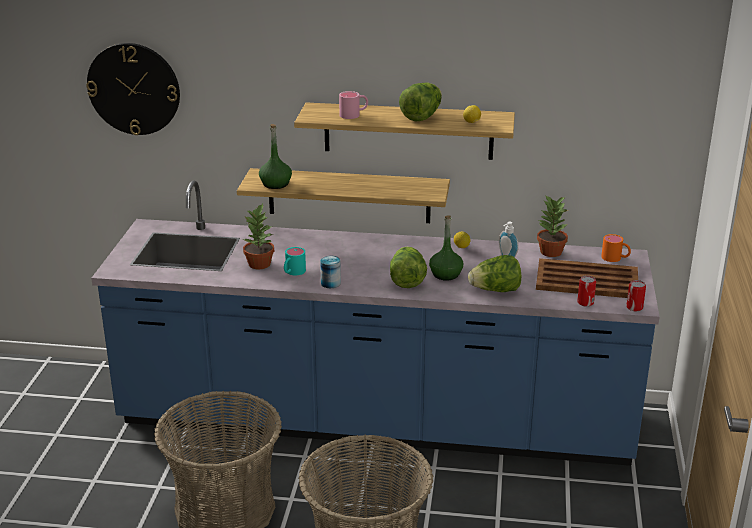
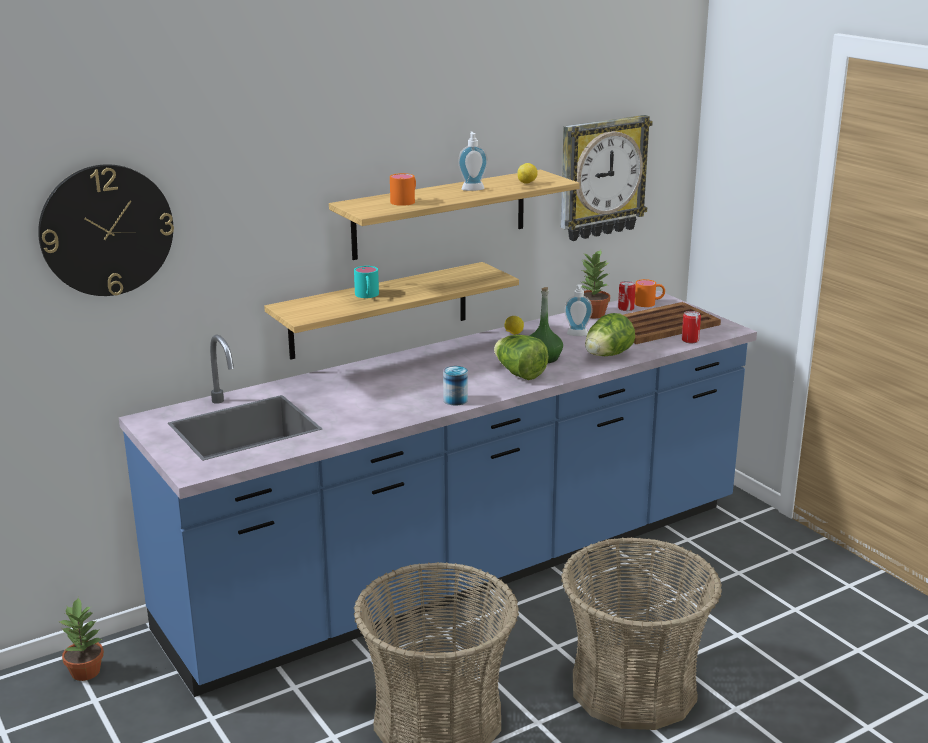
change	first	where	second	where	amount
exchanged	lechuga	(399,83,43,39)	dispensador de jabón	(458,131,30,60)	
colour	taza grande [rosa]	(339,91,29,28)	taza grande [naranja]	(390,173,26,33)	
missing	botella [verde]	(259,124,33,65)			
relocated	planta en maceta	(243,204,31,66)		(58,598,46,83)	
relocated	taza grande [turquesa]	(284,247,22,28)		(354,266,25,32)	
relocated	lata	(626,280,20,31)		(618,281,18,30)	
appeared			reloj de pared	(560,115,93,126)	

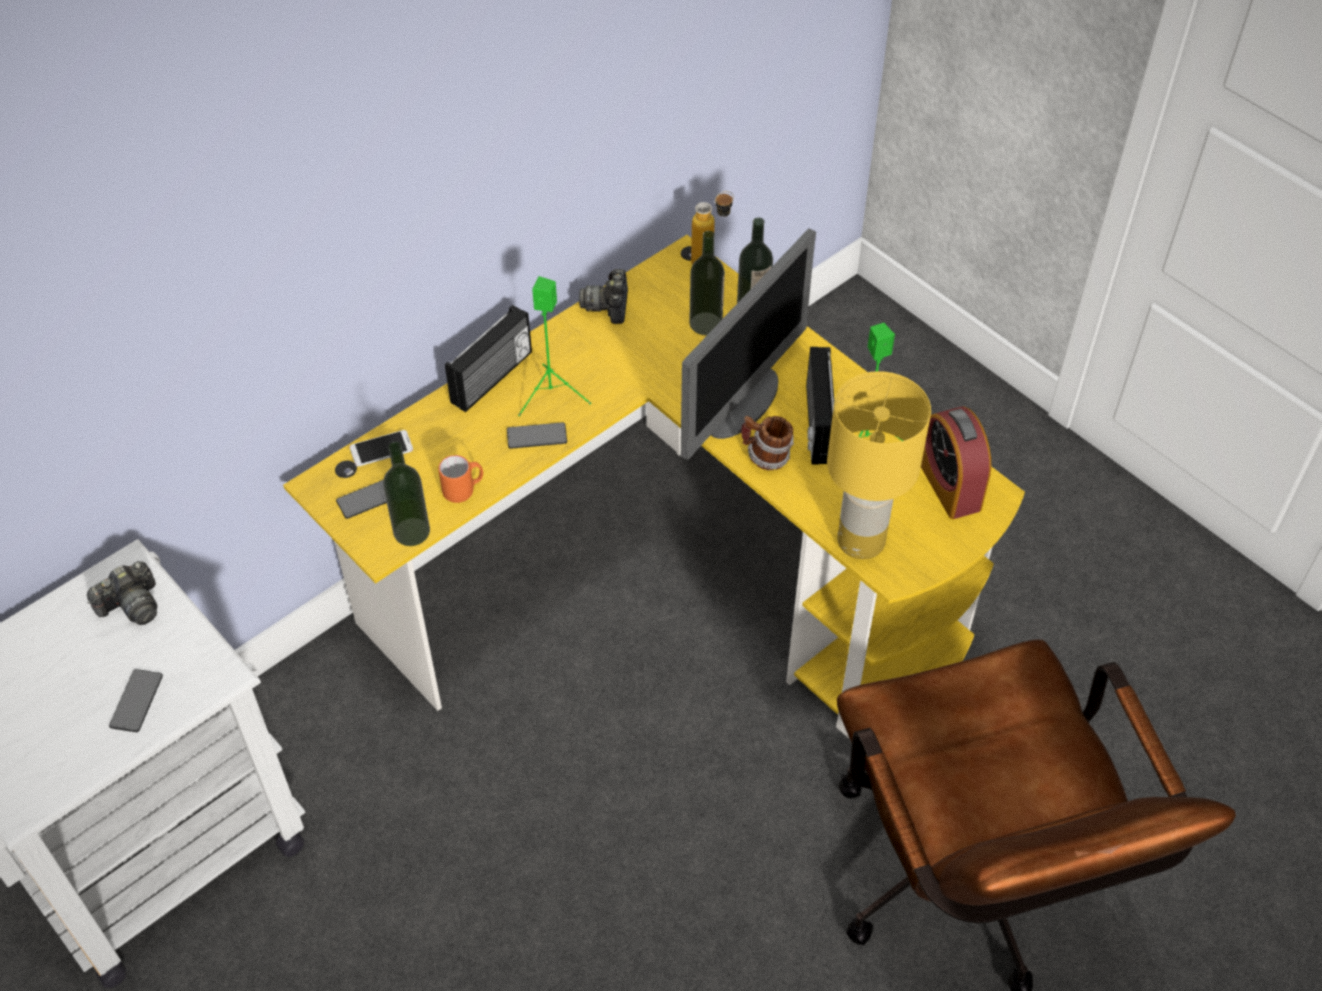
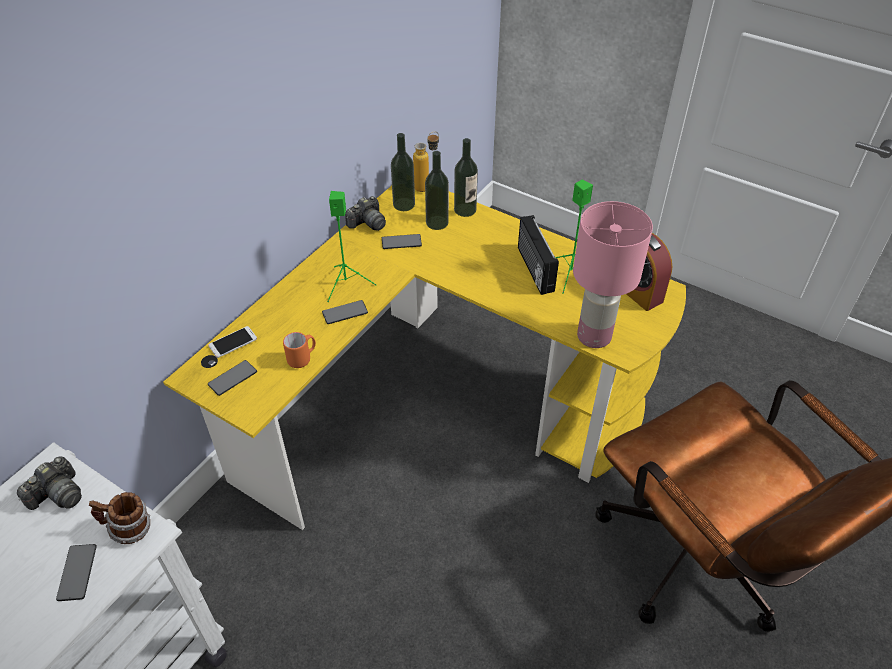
change	first	where	second	where	amount
missing	monitor	(681,228,135,232)			
spun	cámara	(579,269,49,55)		(345,196,41,35)	120 degrees counterclockwise
missing	radio	(445,305,87,107)			
colour	lámpara de mesa [amarillo]	(827,371,104,188)	lámpara de mesa [rosa]	(573,201,80,147)	
relocated	taza grande	(741,416,53,54)		(89,492,61,52)	
relocated	botella	(383,442,47,104)		(391,133,24,78)	
appeared			móvil	(382,234,40,15)	

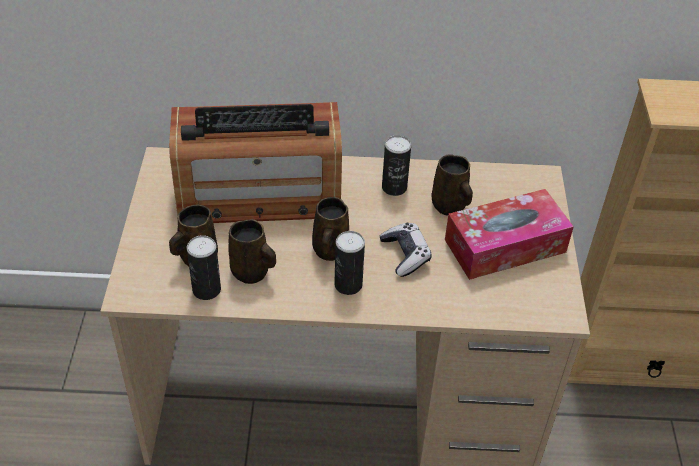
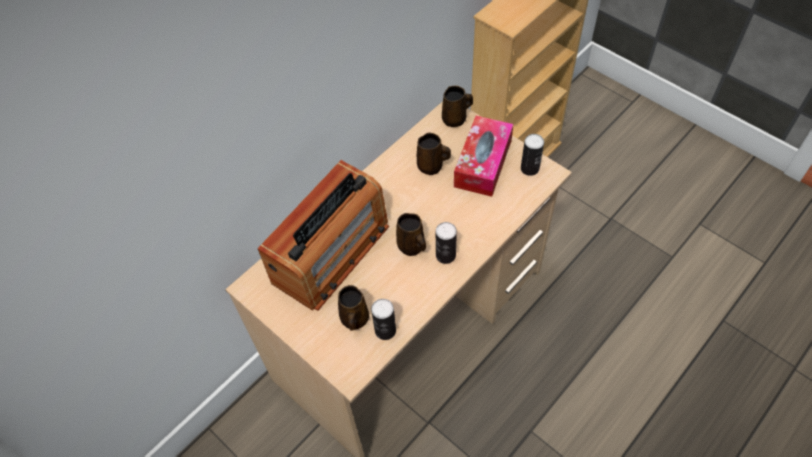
change	first	where	second	where	amount
relocated	lata	(382,135,29,61)		(521,134,23,42)	
relocated	taza grande [marrón]	(228,219,48,65)		(442,86,31,41)	
missing	mando de consola	(380,223,52,54)			

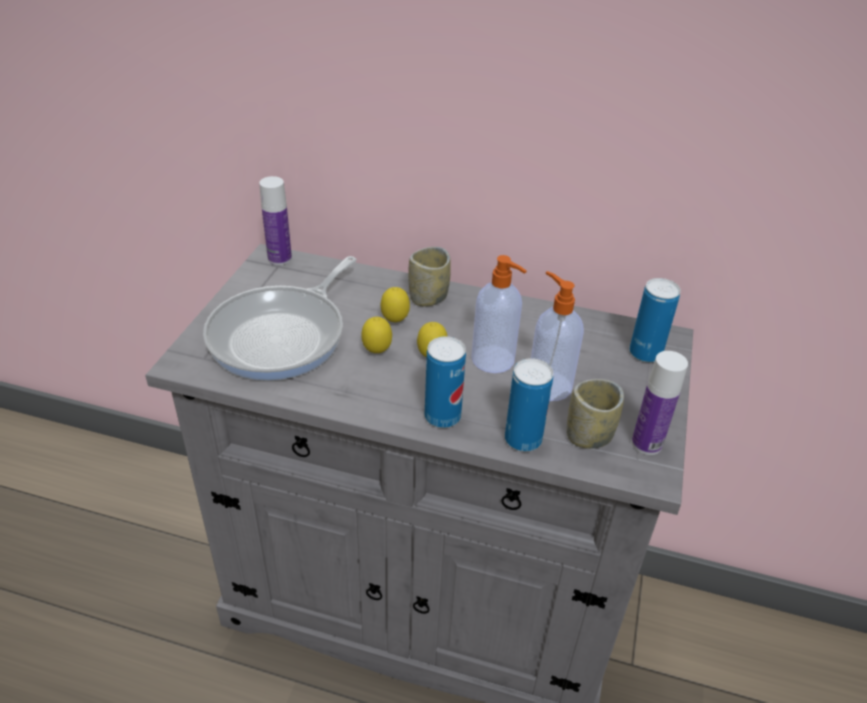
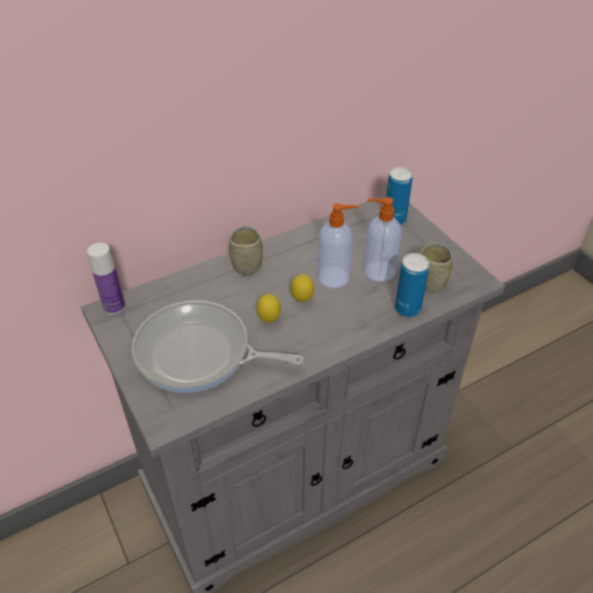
change	first	where	second	where	amount
spun	sartén	(203,256,153,125)		(132,300,172,93)	120 degrees clockwise
missing	limón	(381,287,29,35)			
missing	lata	(425,336,41,92)			
missing	botella	(632,351,56,104)			

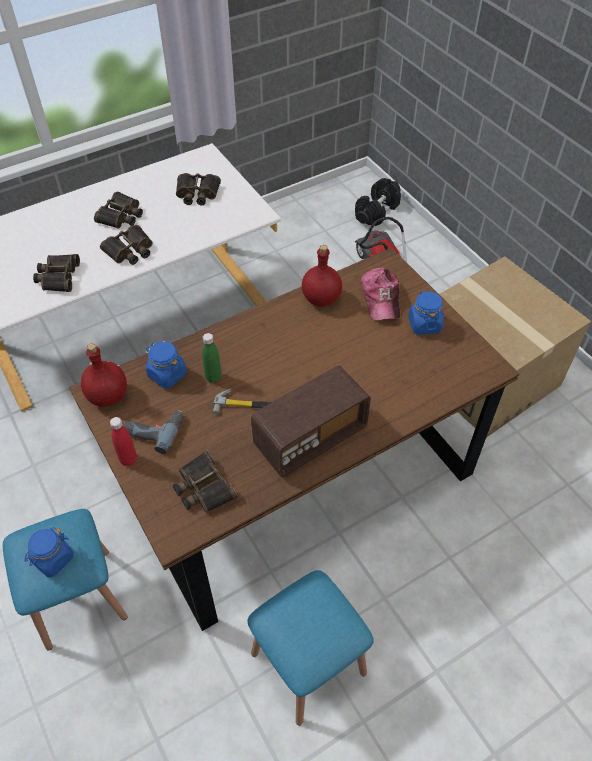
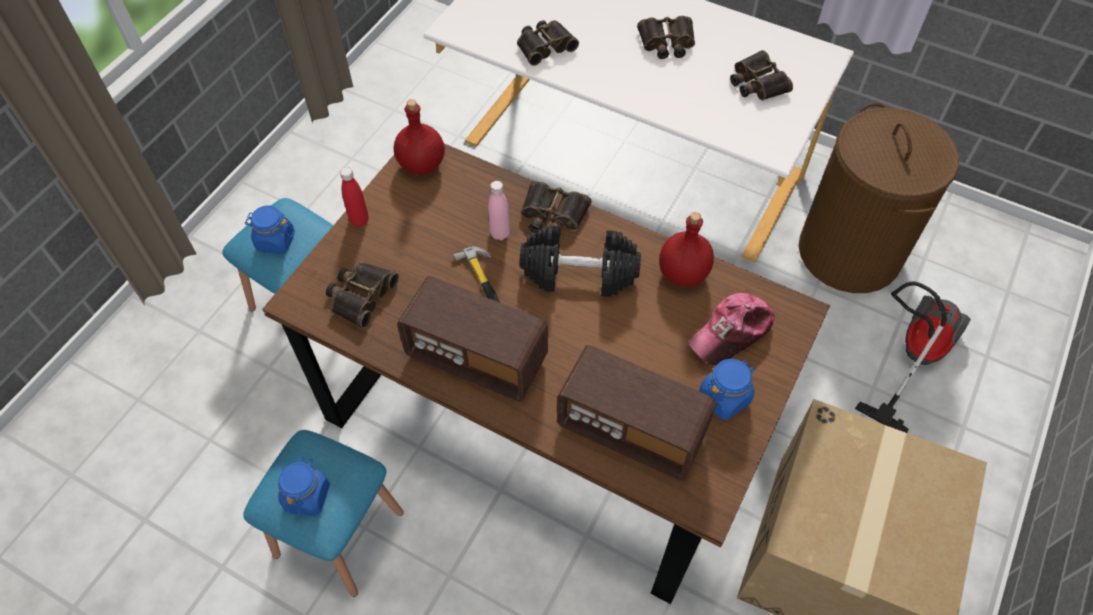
change	first	where	second	where	amount
relocated	mancuerna [negro]	(355,178,46,48)		(520,226,121,71)	
relocated	prismáticos	(100,225,53,40)		(521,181,71,56)	
colour	botella [verde]	(202,333,20,50)	botella [rosa]	(488,181,22,59)	
relocated	tarro [azul]	(146,341,41,48)		(278,457,52,59)	
missing	taladro	(123,410,61,44)			
appeared			cesto de la ropa [marrón]	(799,102,160,191)	
appeared			radio	(557,345,160,135)	

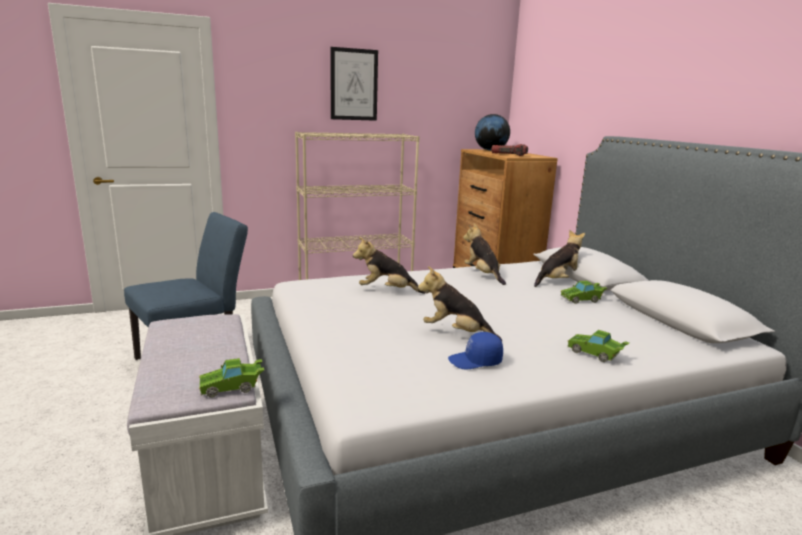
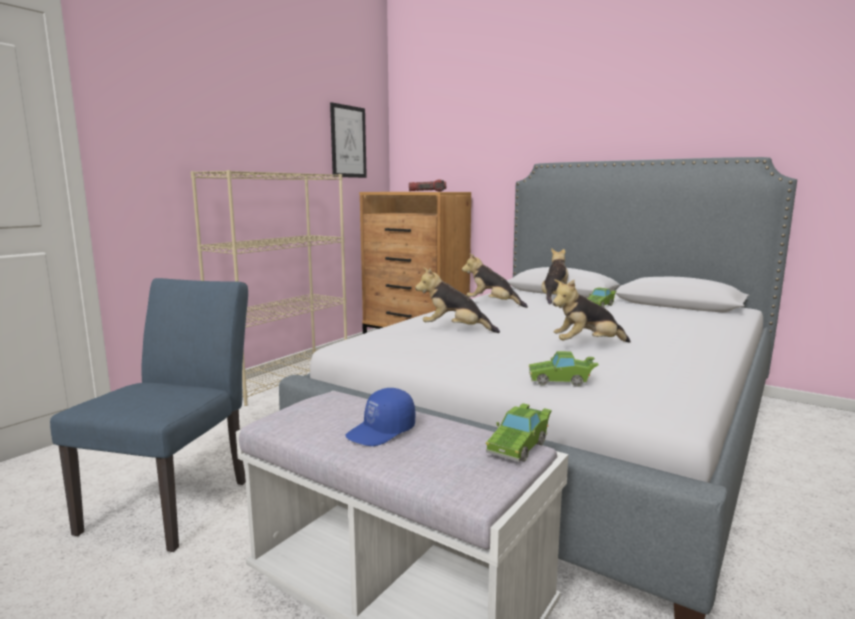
change	first	where	second	where	amount
relocated	cuadro	(330,47,48,74)		(330,102,37,76)	
missing	globo terráqueo	(475,114,35,37)			
spun	peluche	(353,237,72,57)		(415,267,85,66)	45 degrees clockwise
relocated	coche de juguete [verde]	(568,330,61,32)		(529,351,70,36)	
relocated	gorra [azul]	(448,332,55,37)		(346,388,69,58)	

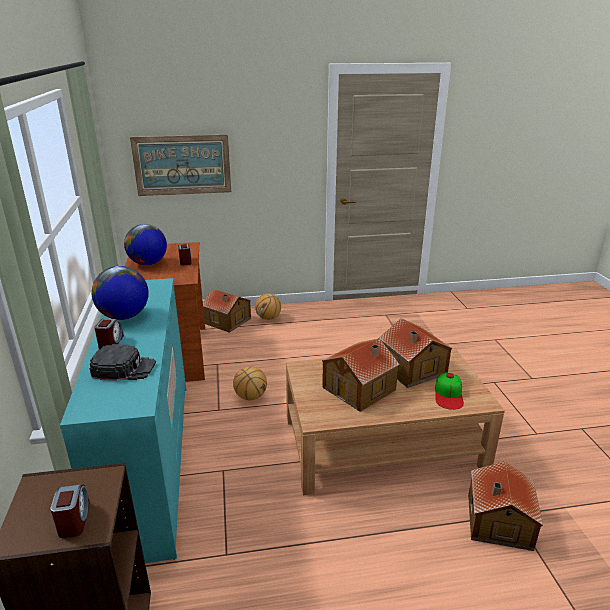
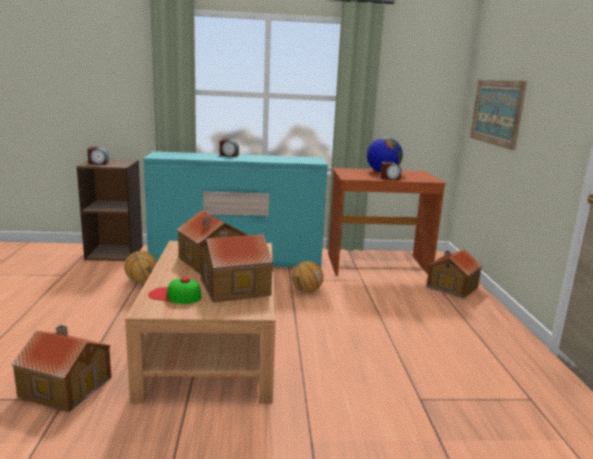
change	first	where	second	where	amount
missing	globo terráqueo	(92,266,57,54)			
relocated	balón de baloncesto	(255,294,26,26)		(124,251,33,31)	
missing	gorra [negro]	(89,344,67,37)			

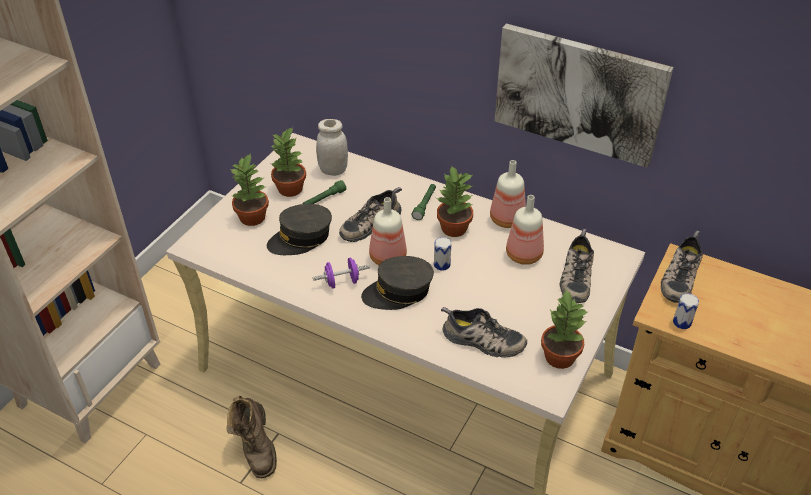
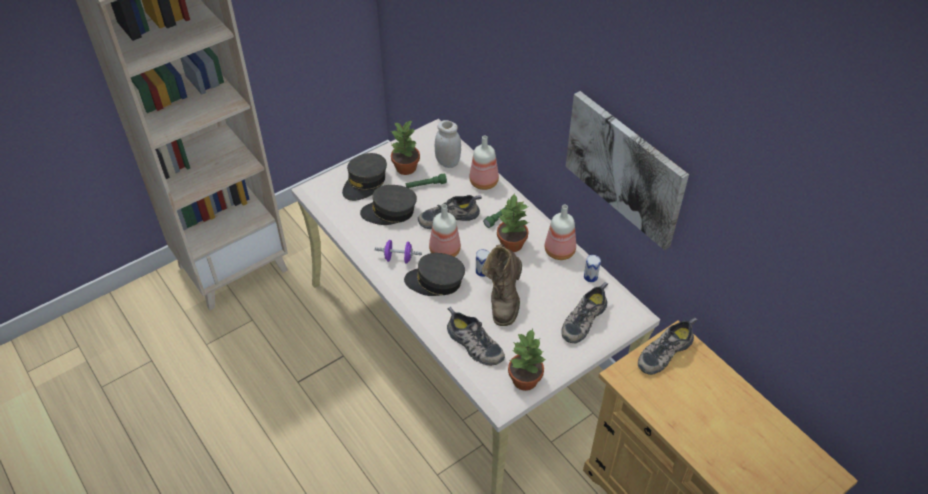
change	first	where	second	where	amount
exchanged	planta en maceta	(230,154,39,72)	gorra [gris]	(342,153,45,48)	
relocated	botella	(506,195,38,70)		(469,135,30,55)	
relocated	lata	(673,293,26,36)		(584,255,17,27)	
relocated	bota [marrón]	(226,396,51,82)		(482,244,40,82)	

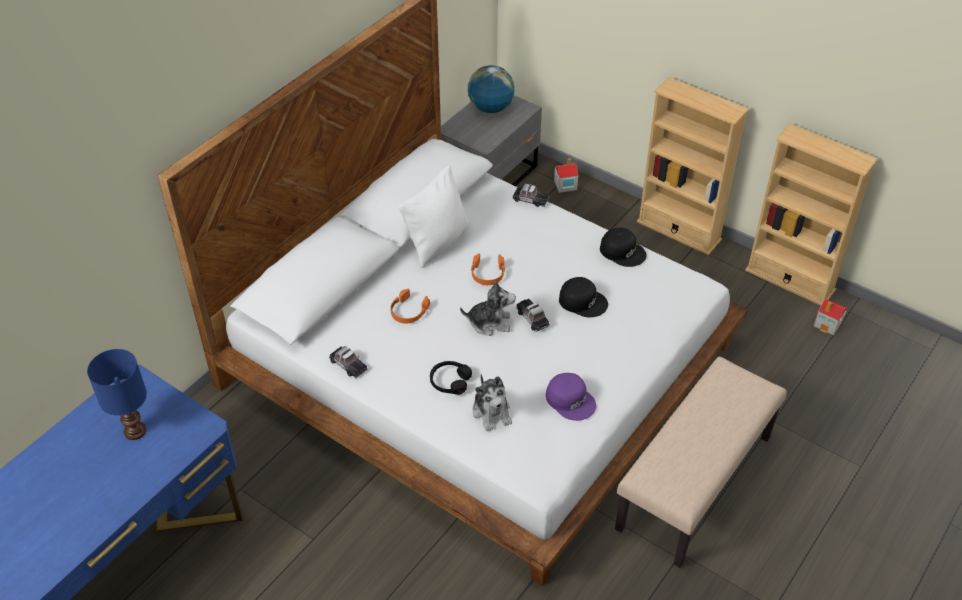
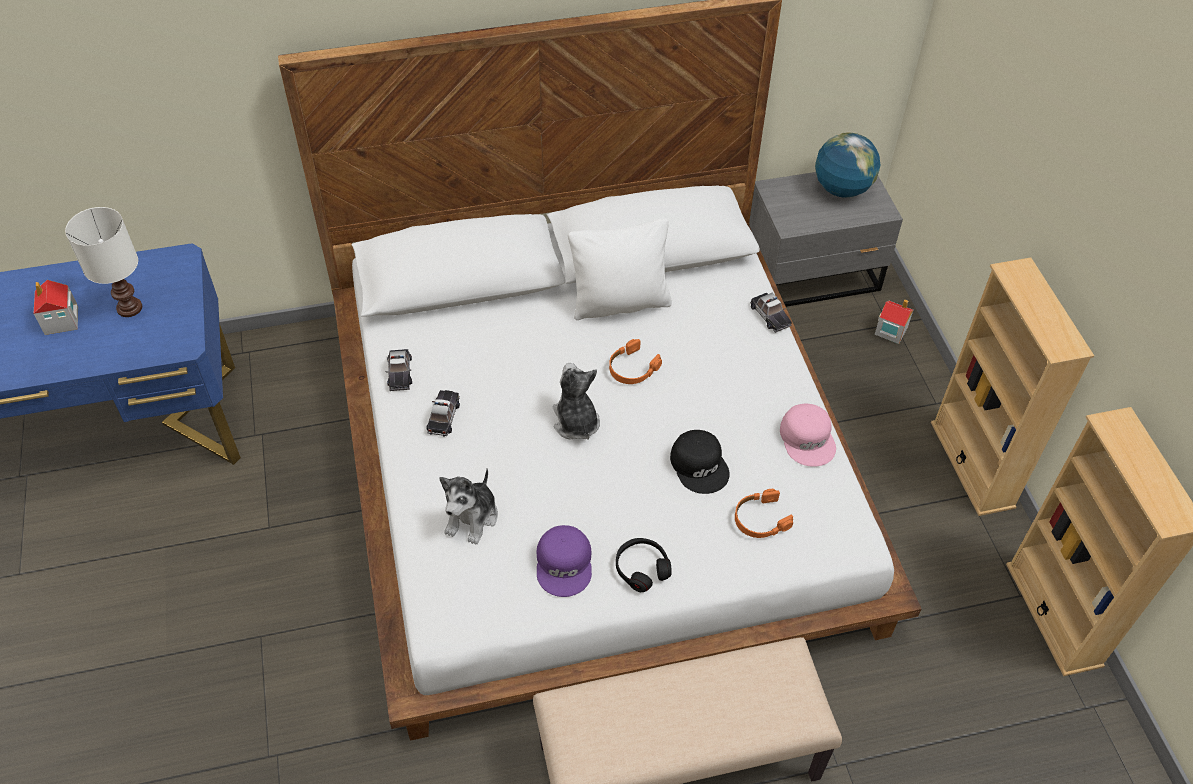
change	first	where	second	where	amount
colour	gorra [negro]	(600,228,47,39)	gorra [rosa]	(780,404,56,63)	
spun	peluche	(460,281,56,55)		(553,363,47,77)	150 degrees counterclockwise
relocated	auriculares [naranja]	(390,289,40,35)		(735,489,58,49)	
relocated	coche de juguete	(516,299,34,33)		(426,390,34,47)	
relocated	casita	(814,299,33,36)		(34,280,44,55)	
colour	lámpara de mesa [azul]	(87,349,60,91)	lámpara de mesa [blanco]	(65,207,77,110)	
relocated	auriculares [negro]	(430,361,42,34)		(616,538,56,54)	

